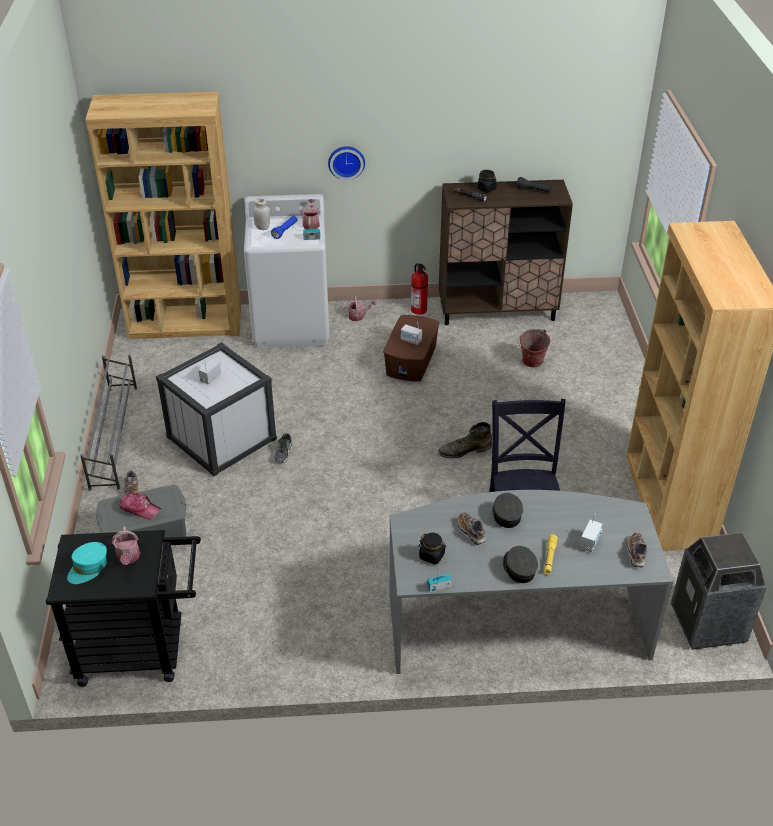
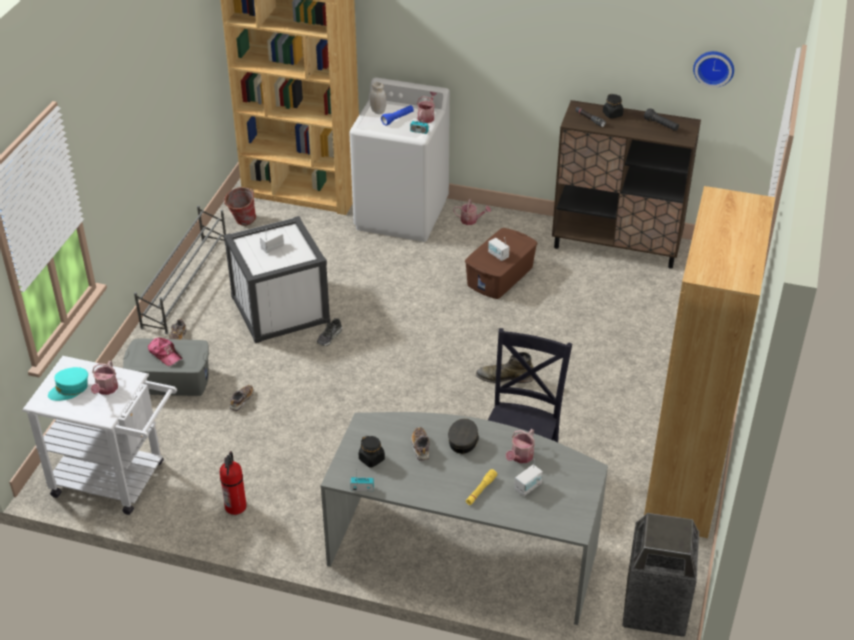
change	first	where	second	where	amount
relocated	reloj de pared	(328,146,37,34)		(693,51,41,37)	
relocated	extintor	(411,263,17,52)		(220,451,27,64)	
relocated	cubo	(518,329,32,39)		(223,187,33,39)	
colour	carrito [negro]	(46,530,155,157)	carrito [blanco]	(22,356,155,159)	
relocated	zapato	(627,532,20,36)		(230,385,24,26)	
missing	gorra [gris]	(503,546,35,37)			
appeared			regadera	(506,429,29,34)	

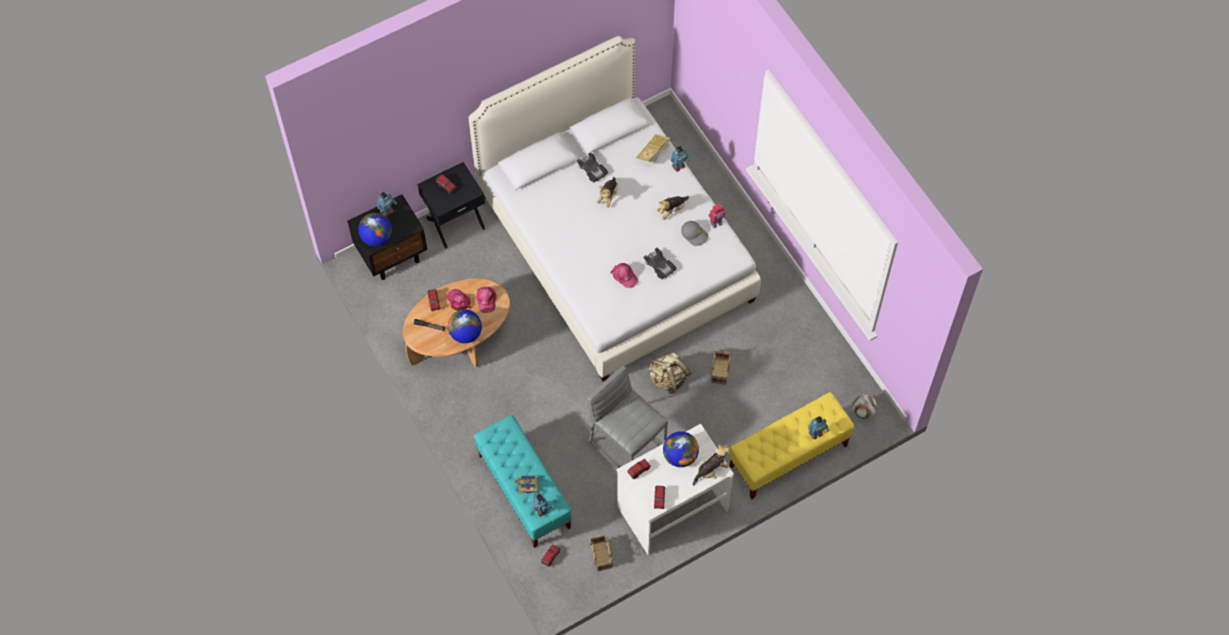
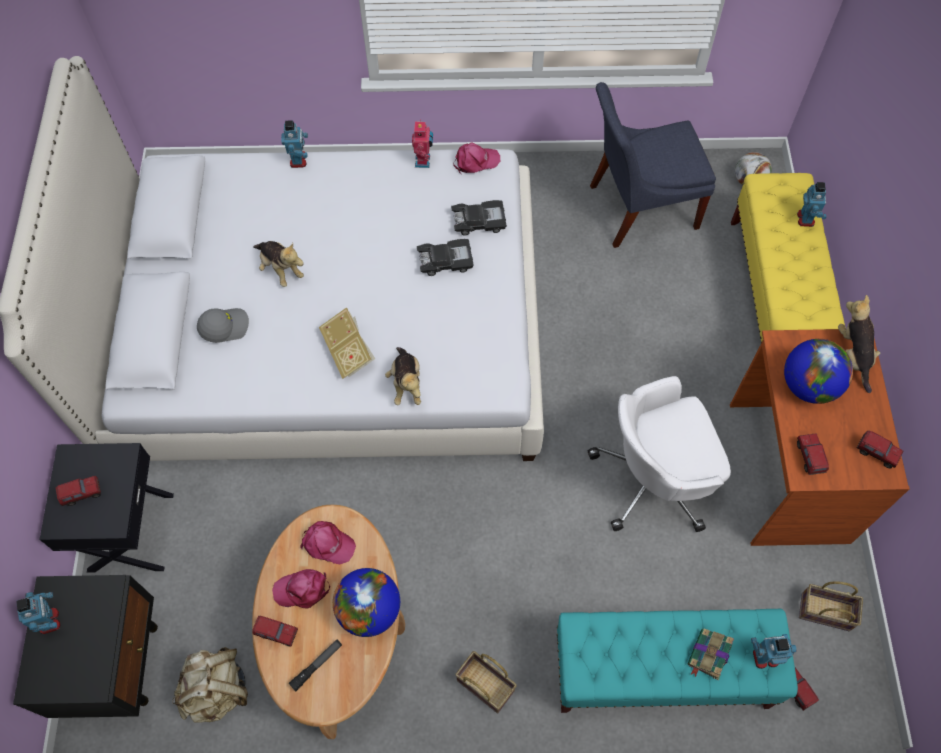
change	first	where	second	where	amount
relocated	libro	(636,134,34,31)		(319,307,56,72)	
relocated	coche de juguete [negro]	(576,153,32,30)		(451,200,56,36)	
relocated	peluche	(657,196,32,24)		(385,347,36,58)	
missing	globo terráqueo	(358,213,34,33)			
relocated	gorra [gris]	(681,221,27,25)		(197,308,52,35)	
relocated	gorra [rosa]	(611,263,27,25)		(454,142,46,32)	
relocated	cesta	(711,350,20,35)		(455,651,62,62)	
relocated	mochila [beis]	(648,353,44,41)		(172,647,76,76)	
exchanged	taburete [gris]	(588,366,80,102)	silla de oficina [blanco]	(588,376,143,156)	
colour	escritorio [blanco]	(616,424,118,131)	escritorio [marrón]	(730,329,180,217)	
appeared			silla [azul]	(590,82,126,166)	

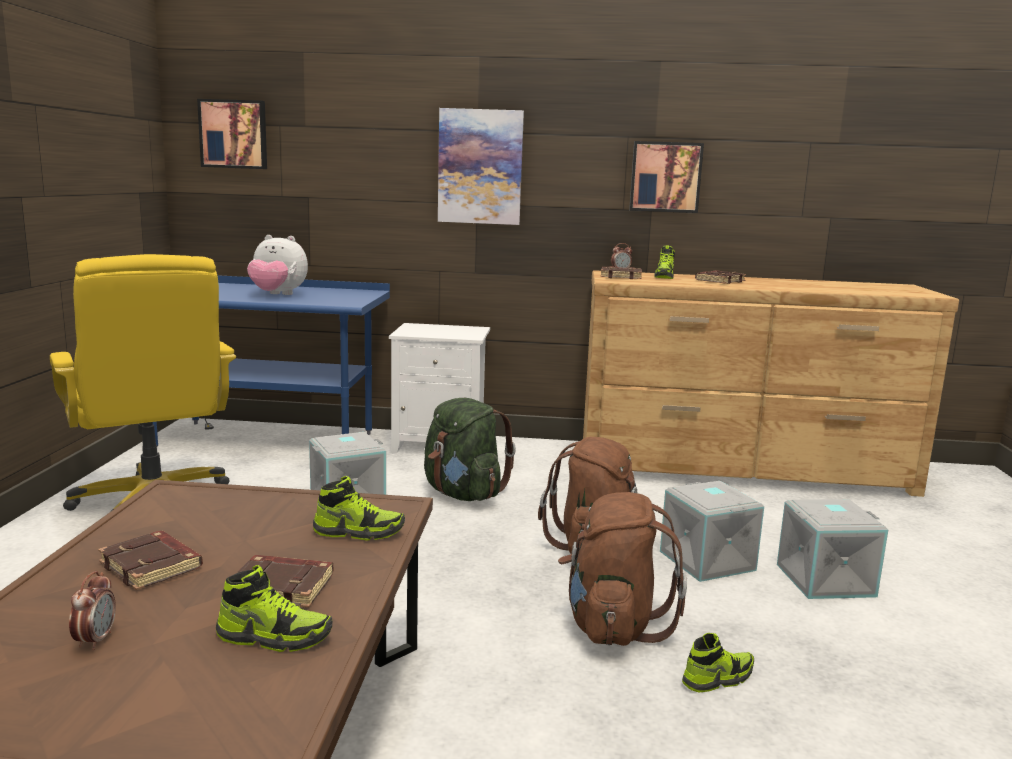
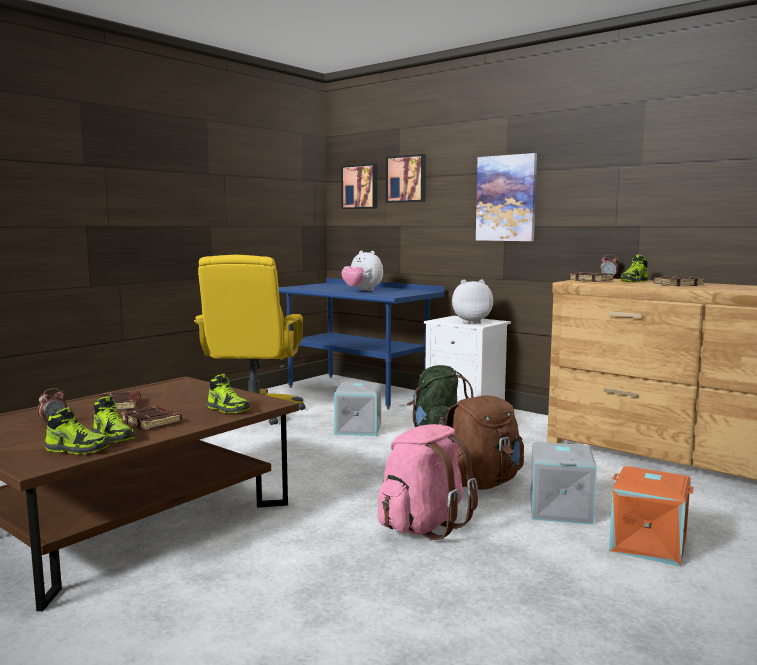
change	first	where	second	where	amount
relocated	cuadro	(629,141,75,72)		(386,154,40,49)	
colour	mochila [marrón]	(558,492,129,154)	mochila [rosa]	(378,424,100,116)	
colour	caja de almacenaje [gris]	(777,499,111,100)	caja de almacenaje [naranja]	(609,466,85,101)	
relocated	zapato	(682,633,72,59)		(44,407,66,47)	
appeared			peluche	(452,279,41,45)	

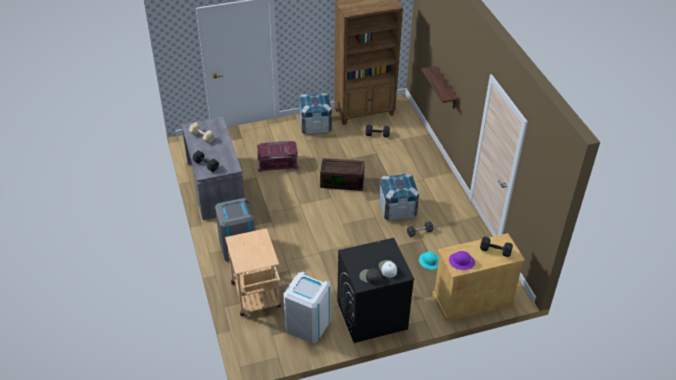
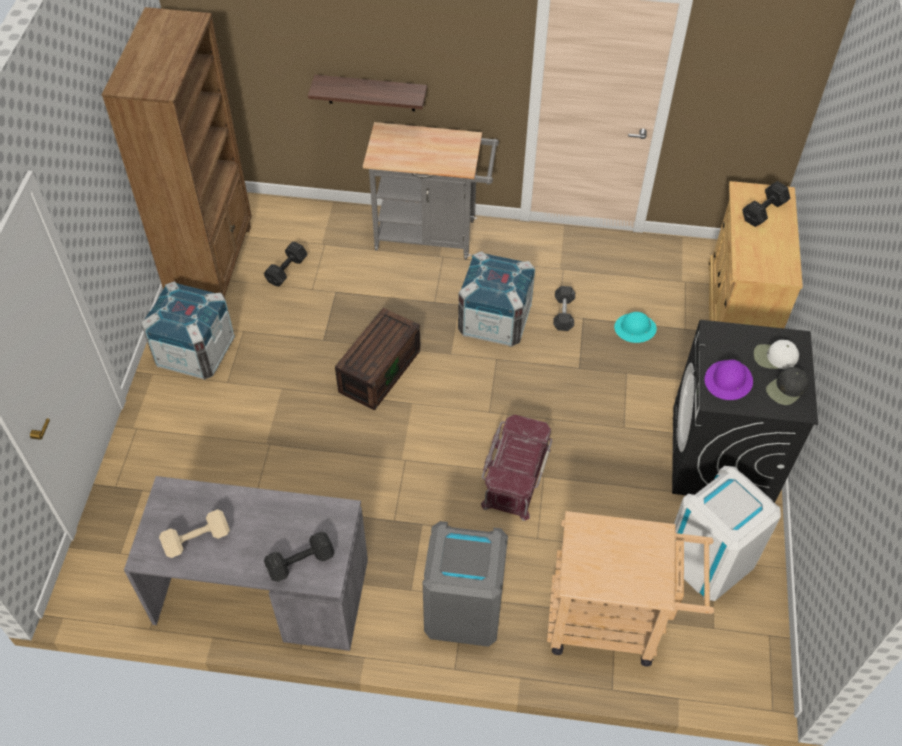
change	first	where	second	where	amount
relocated	caja de almacenaje [rojo]	(257,141,42,31)		(481,415,71,106)	
relocated	casco [morado]	(449,251,26,19)		(705,360,48,40)	
appeared			carrito [gris]	(363,122,136,138)	

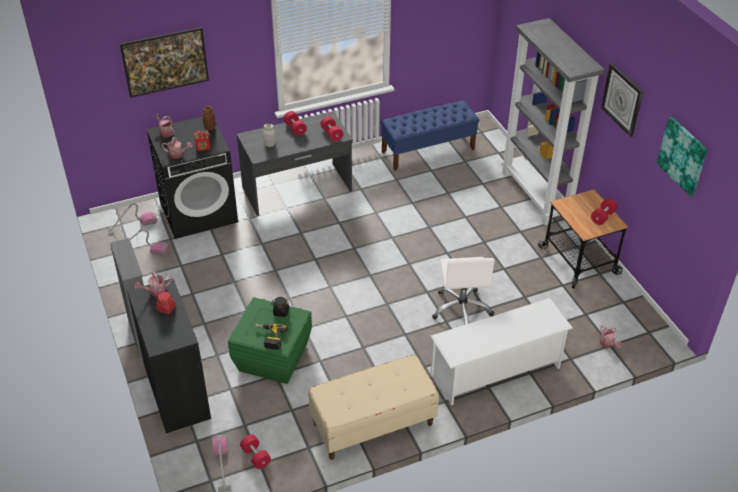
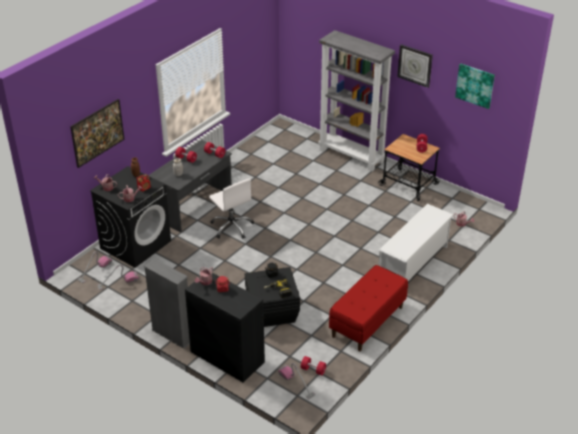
change	first	where	second	where	amount
missing	banco [azul]	(380,100,99,70)			
relocated	silla de oficina [blanco]	(432,257,63,68)		(209,178,45,61)	
colour	caja de almacenaje [verde]	(228,297,84,87)	caja de almacenaje [negro]	(245,267,55,60)	
colour	banco [beis]	(308,354,131,106)	banco [rojo]	(329,265,79,87)	

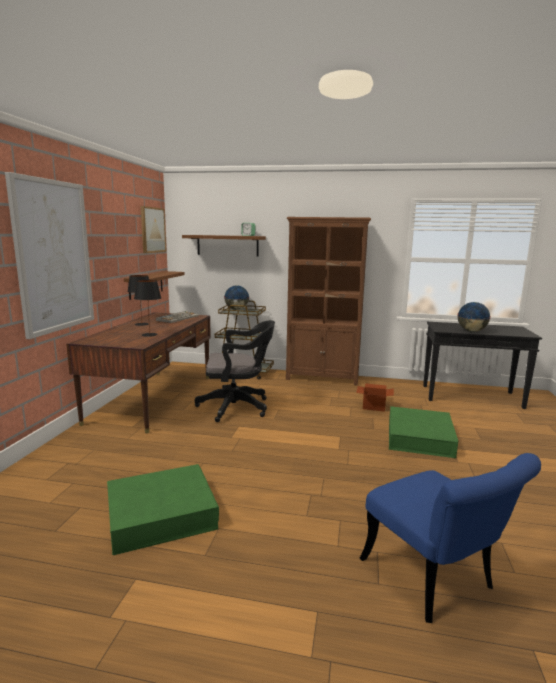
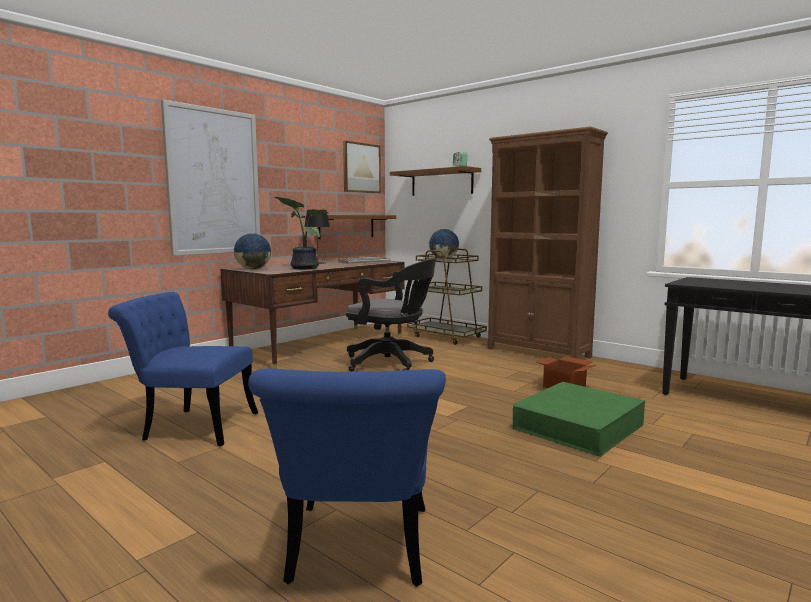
change	first	where	second	where	amount
exchanged	lámpara de mesa [negro]	(134,280,27,57)	planta en maceta	(274,196,54,73)	
relocated	globo terráqueo	(457,302,34,30)		(234,233,37,36)	
exchanged	caja de almacenaje [verde]	(107,464,112,91)	silla [azul]	(108,292,150,154)	

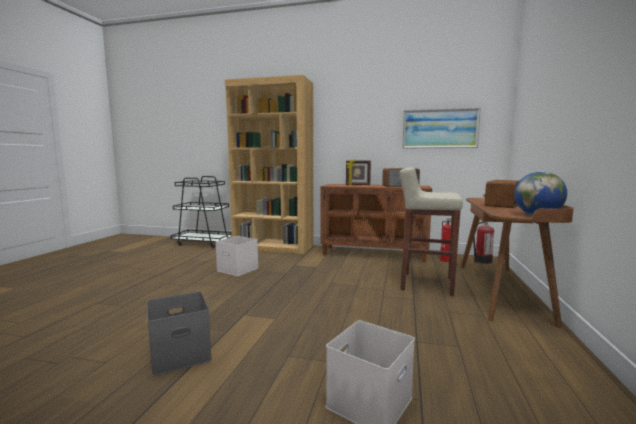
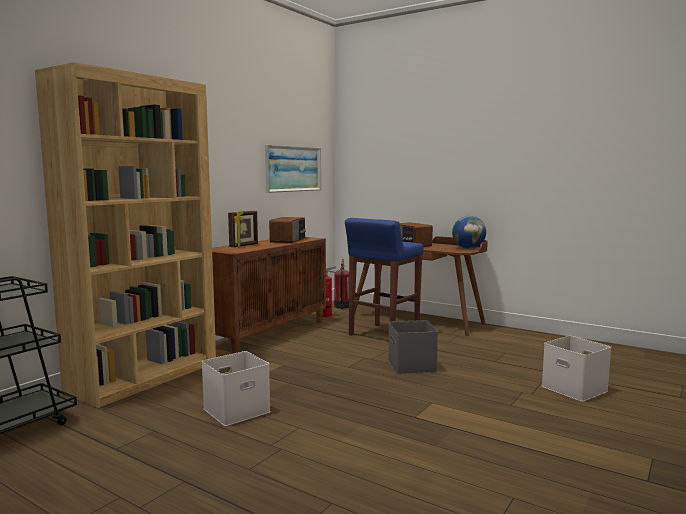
change	first	where	second	where	amount
colour	taburete [beis]	(399,167,64,129)	taburete [azul]	(345,218,78,118)	
relocated	caja de almacenaje [gris]	(147,291,65,85)		(388,320,50,54)	

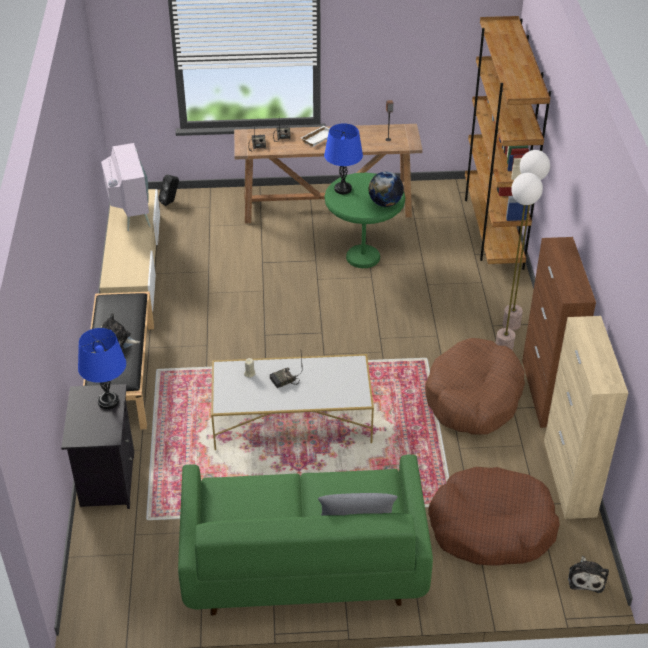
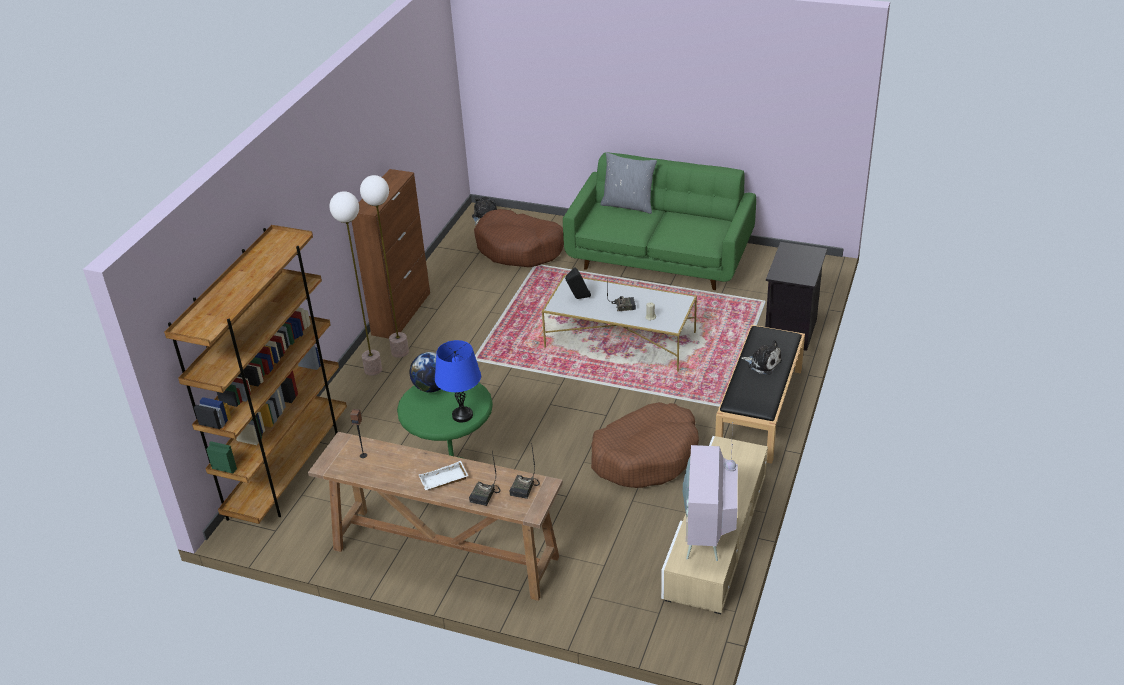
change	first	where	second	where	amount
relocated	altavoz [negro]	(159,175,20,31)		(565,267,26,32)	
missing	armario [beis]	(544,316,84,203)			
missing	lámpara de mesa [azul]	(78,328,48,81)			
relocated	cama para perro [marrón]	(425,338,100,97)		(591,402,108,86)	

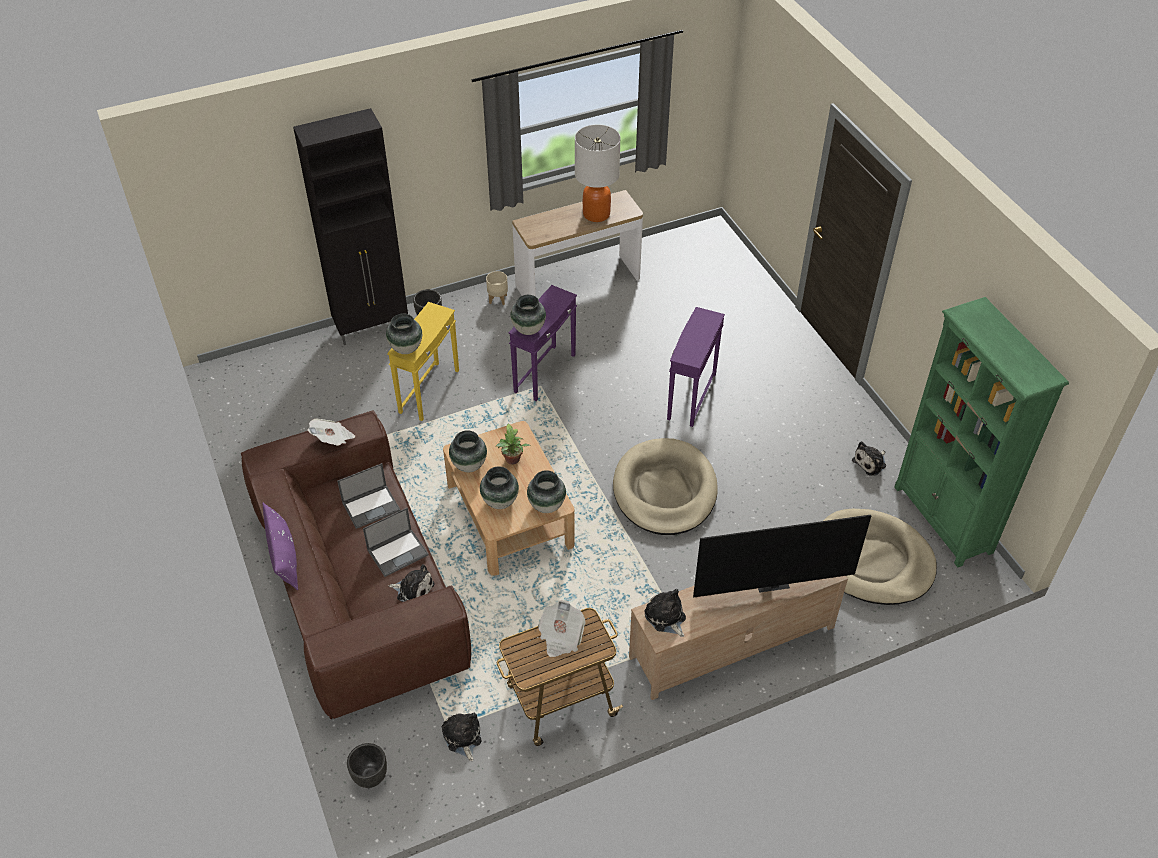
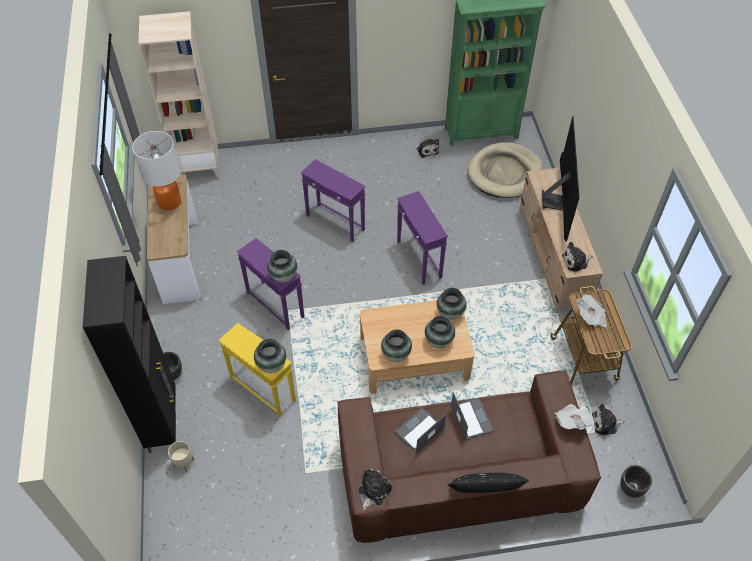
change	first	where	second	where	amount
relocated	maceta [beis]	(486,271,22,34)		(168,441,26,31)	
relocated	periódico	(307,418,48,28)		(554,404,40,26)	
missing	planta en maceta	(496,423,34,42)			
exchanged	cama para perro [beis]	(613,438,105,97)	mesa auxiliar [morado]	(397,191,51,94)	
spun	portátil	(337,463,63,66)		(394,407,52,46)	120 degrees counterclockwise
colour	cojín [morado]	(262,503,36,87)	cojín [negro]	(447,473,82,20)	
relocated	peluche	(388,564,46,38)		(359,469,34,41)	
appeared			estantería [beis]	(139,11,81,166)	

